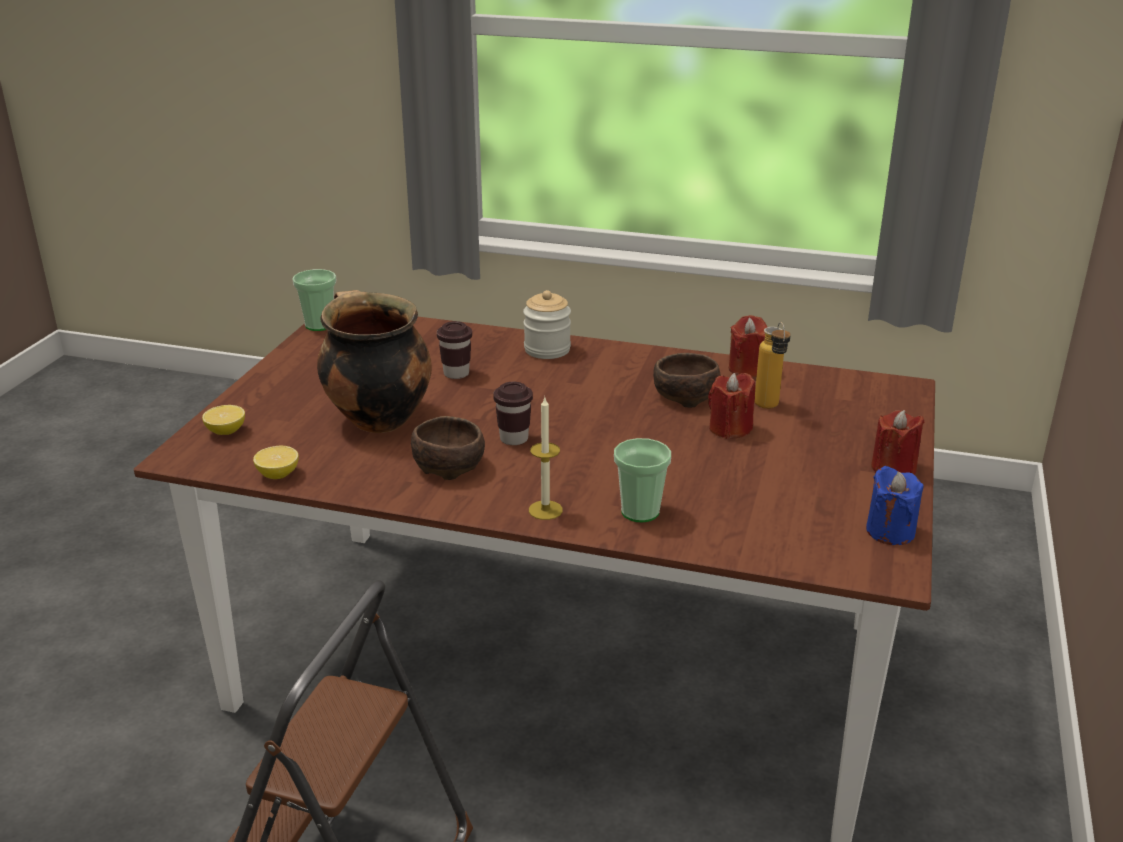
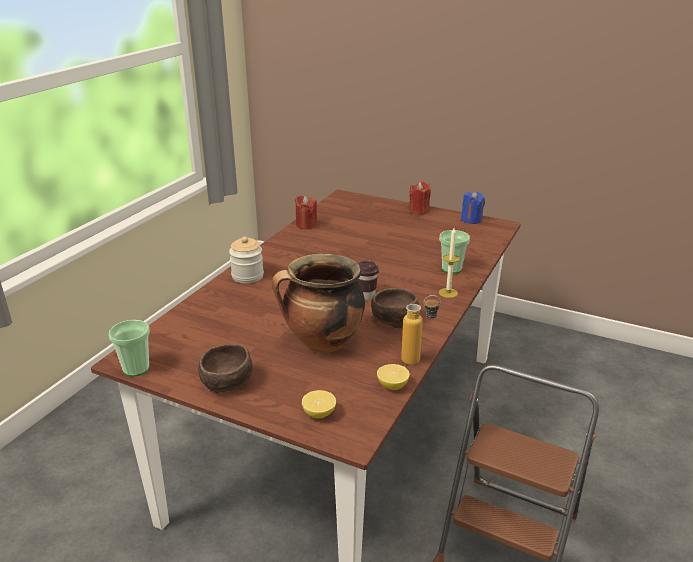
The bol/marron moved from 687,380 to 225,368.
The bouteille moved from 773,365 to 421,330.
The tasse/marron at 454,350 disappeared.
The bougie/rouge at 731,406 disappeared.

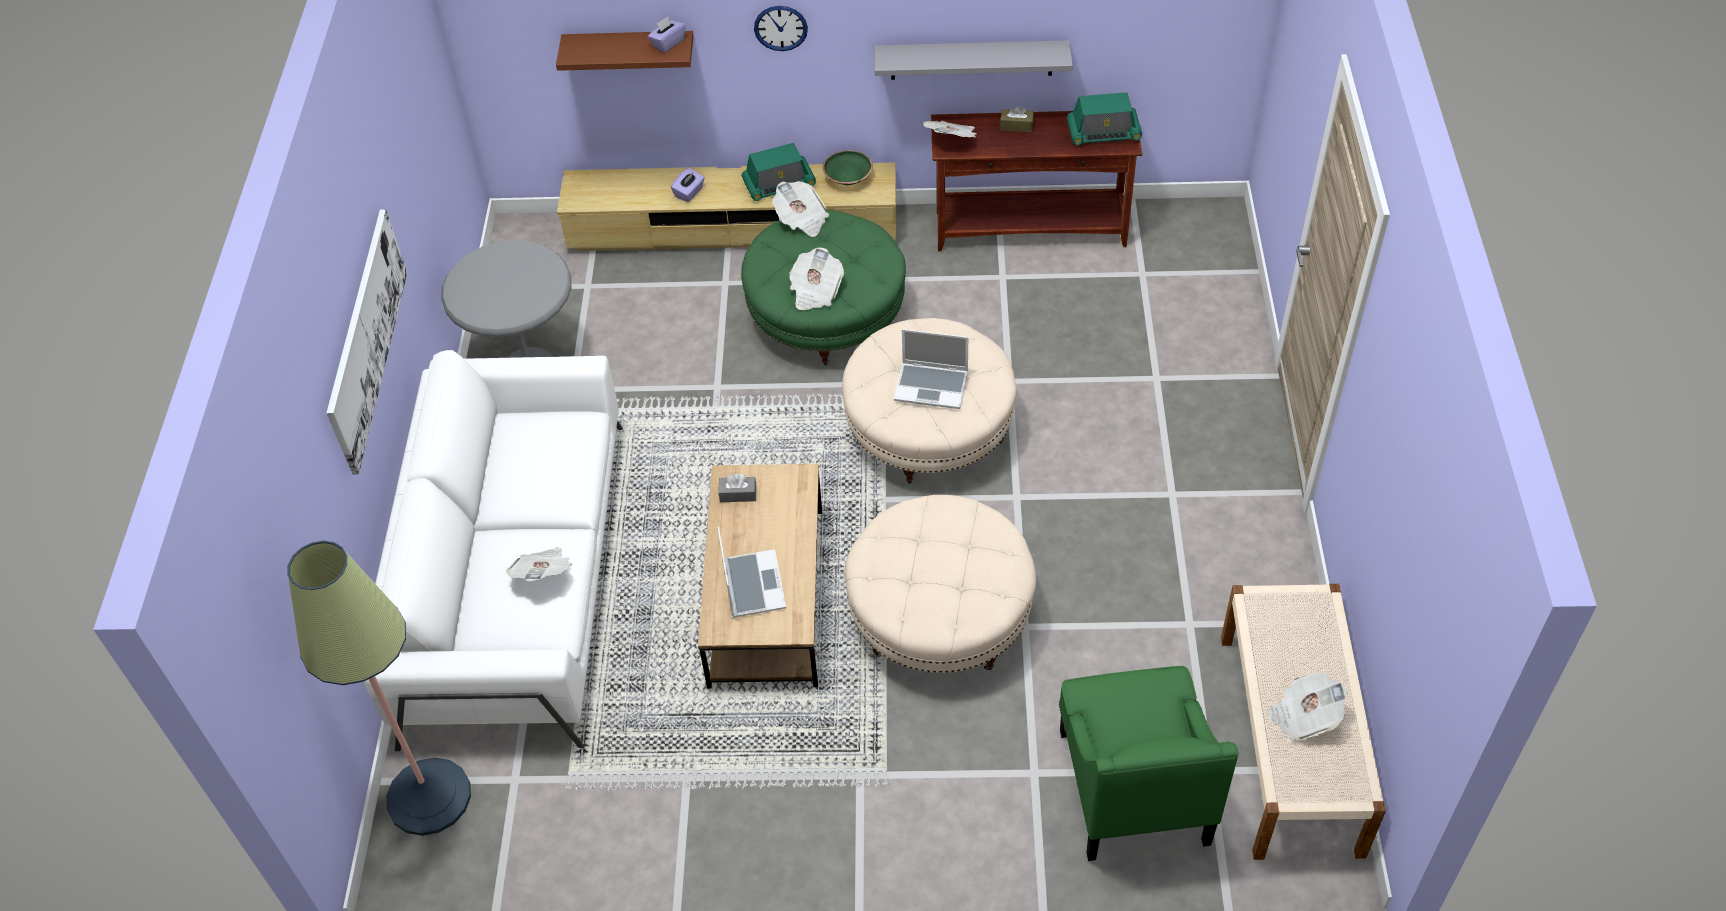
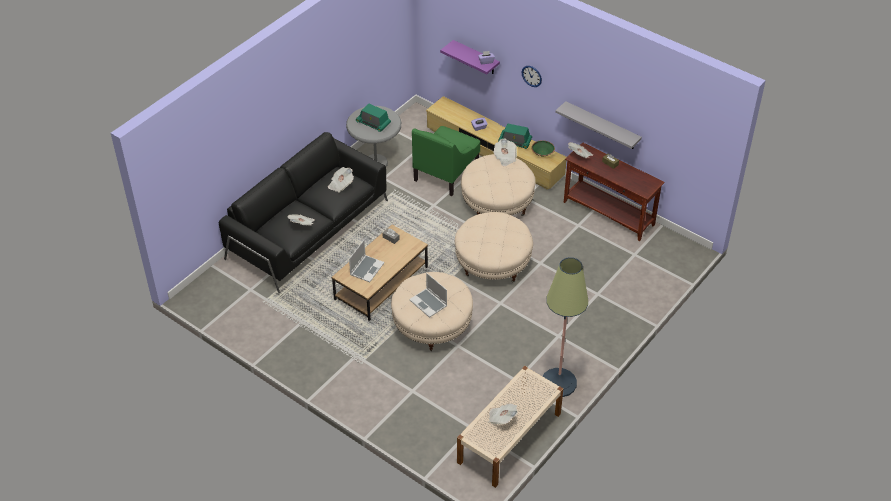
The canapé/blanc at 493,550 became the canapé/noir at 303,212.
The journal moved from 816,278 to 341,180.
The radio moved from 1104,118 to 373,118.
The ordinateur portable moved from 931,369 to 428,295.
The fauteuil/vert moved from 1149,763 to 446,161.
The étagère/marron at 625,51 became the étagère/violet at 470,57.
The pouf/vert at 823,288 became the pouf/beige at 498,185.
The lampadaire moved from 379,688 to 565,327.
The tableau at 367,342 disappeared.

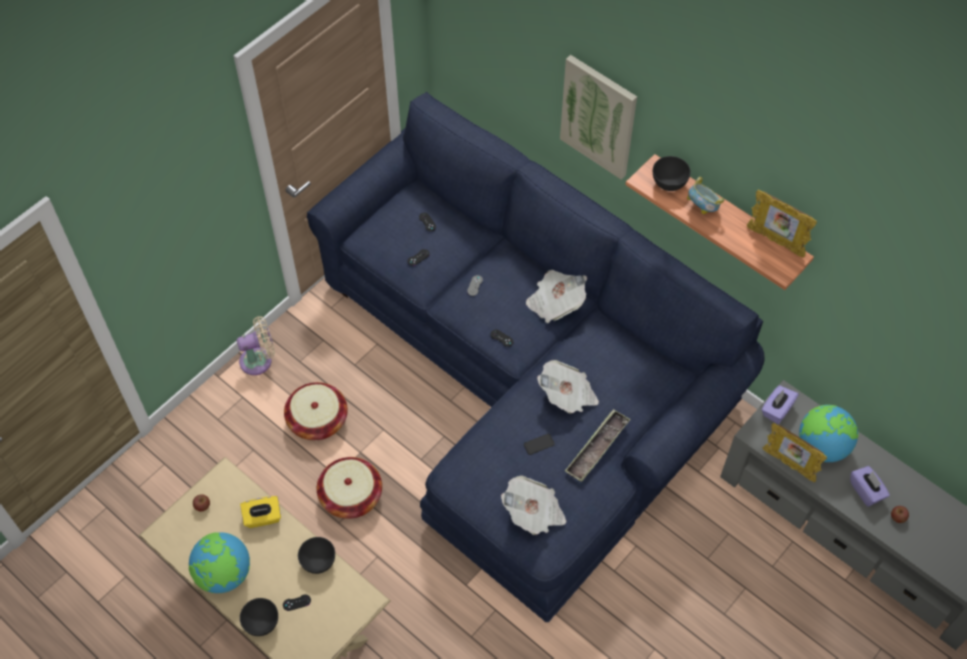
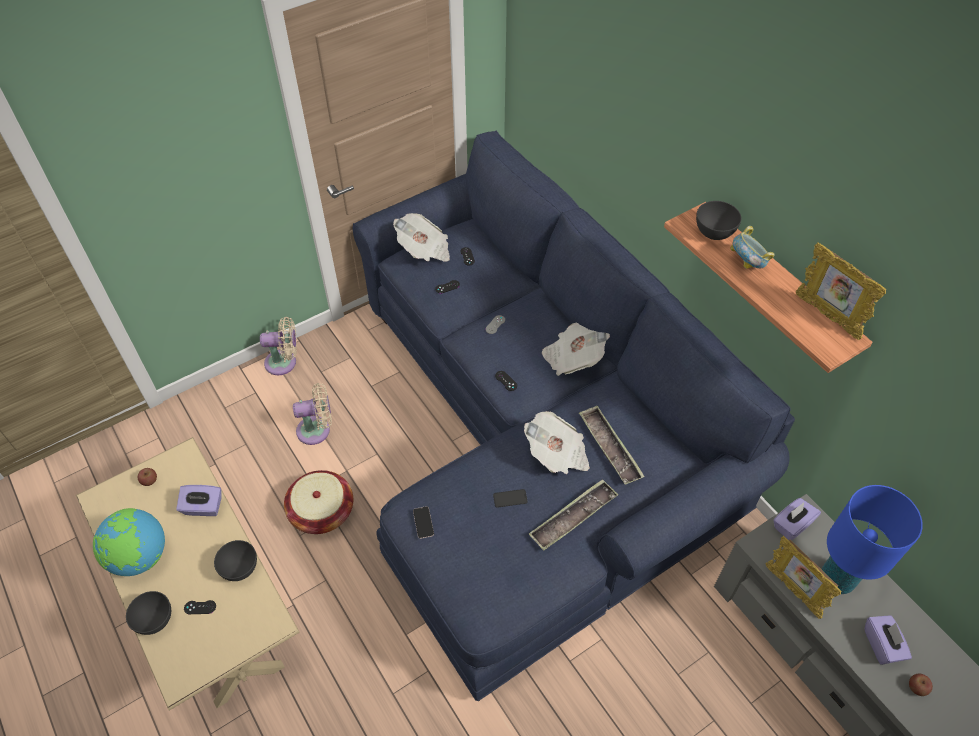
The boîte à mouchoirs/jaune at 260,512 became the boîte à mouchoirs/violet at 198,500.
The panier at 316,411 was replaced by the ventilateur/beige at 312,414.
The journal moved from 533,505 to 421,237.
The téléphone at 423,522 appeared.
The plateau at 612,445 appeared.
The globe at 828,433 was replaced by the lampe de table/bleu at 872,539.
The tableau at 598,117 disappeared.

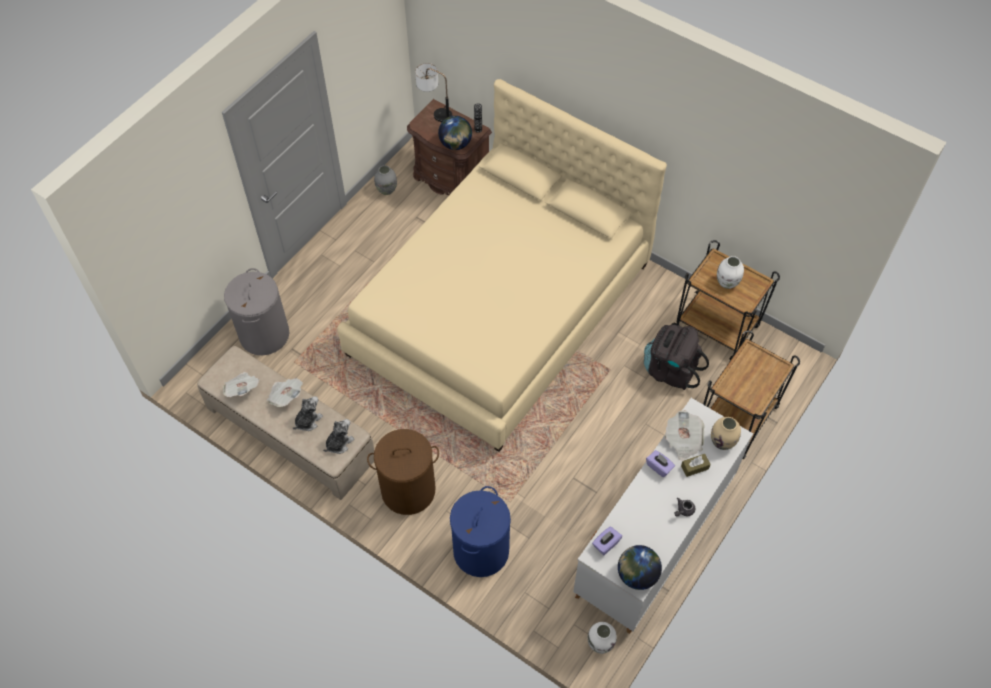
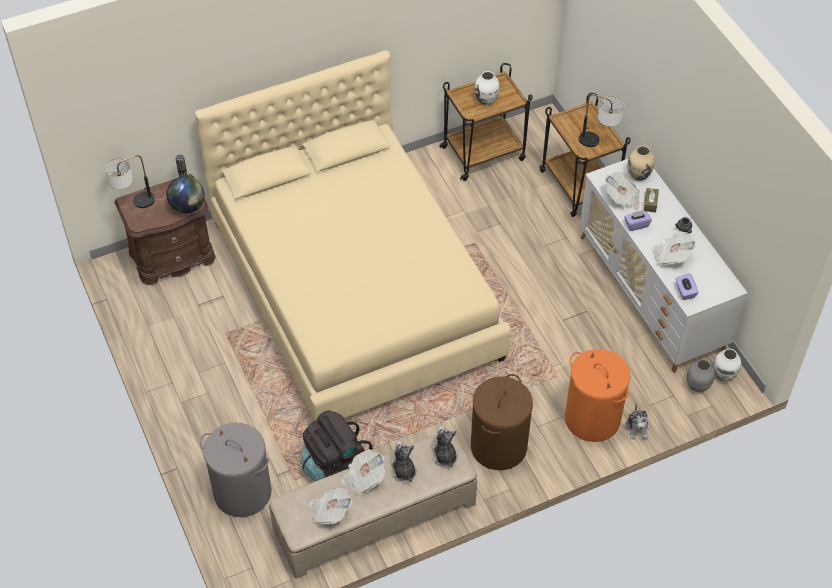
The sac à dos/noir moved from 676,357 to 337,446.
The panier à linge/bleu at 480,531 became the panier à linge/orange at 597,395.
The lampe de table at 601,120 appeared.
The peluche at 637,421 appeared.
The journal at 674,249 appeared.
The vase/gris moved from 385,180 to 701,375.
The globe at 640,567 disappeared.

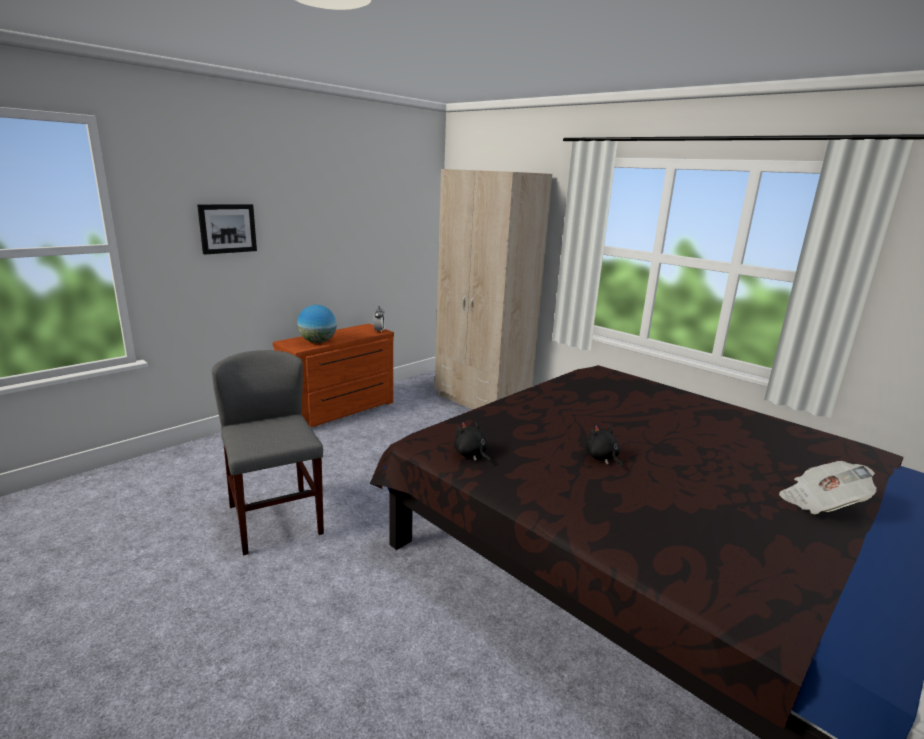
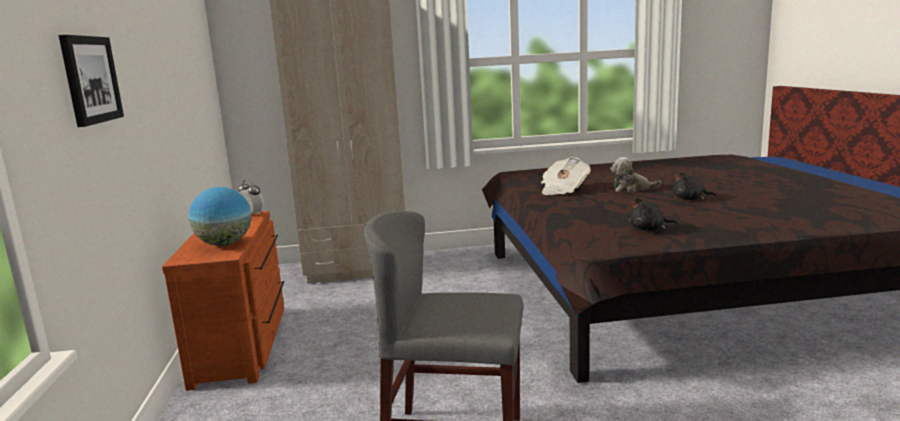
The journal moved from 828,487 to 566,176.
The peluche at 635,174 appeared.

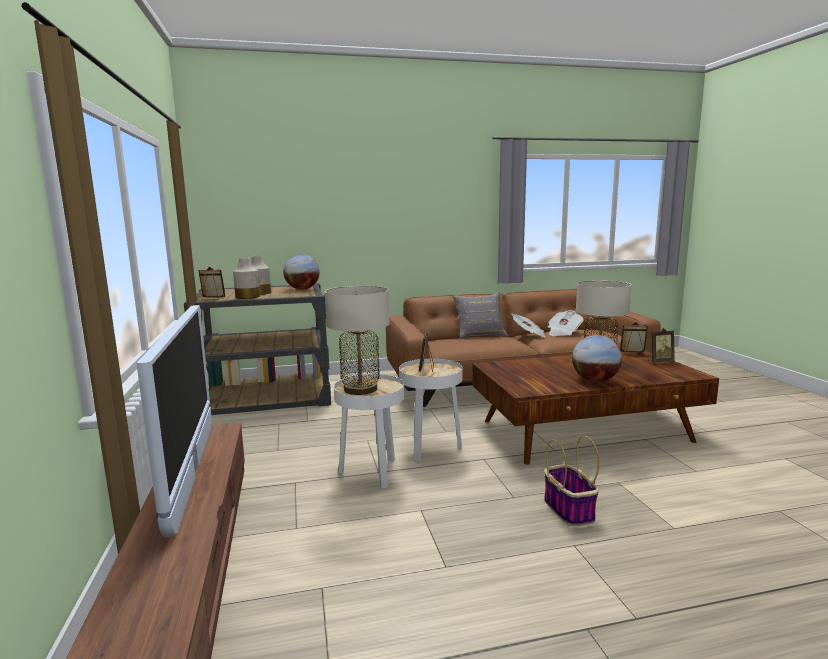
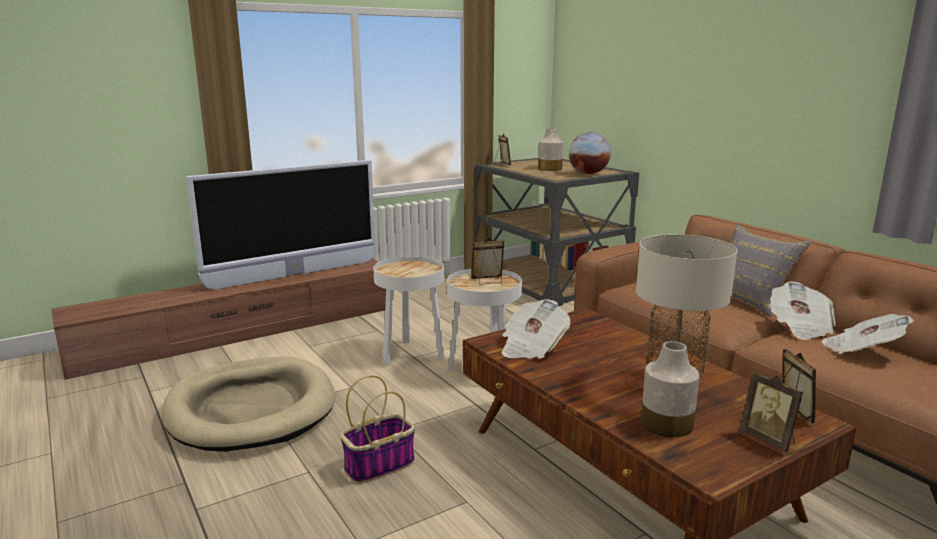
The panier pour chien/beige at 248,404 appeared.
The journal at 536,329 appeared.
The vase/beige moved from 246,278 to 670,389.
The lampe de table at 357,340 disappeared.
The globe at 597,358 disappeared.

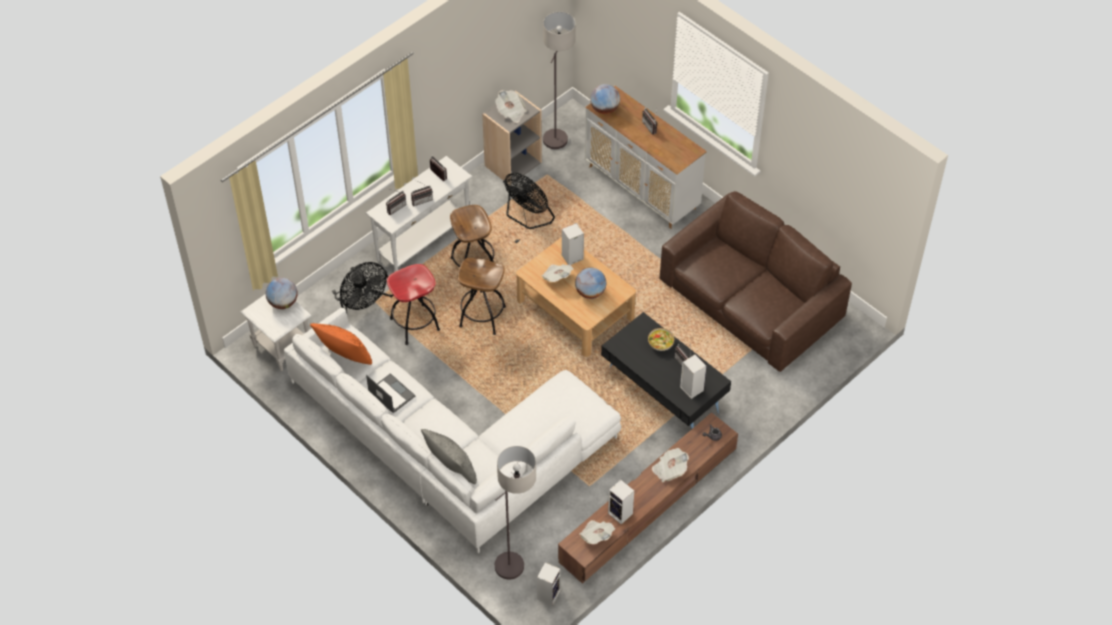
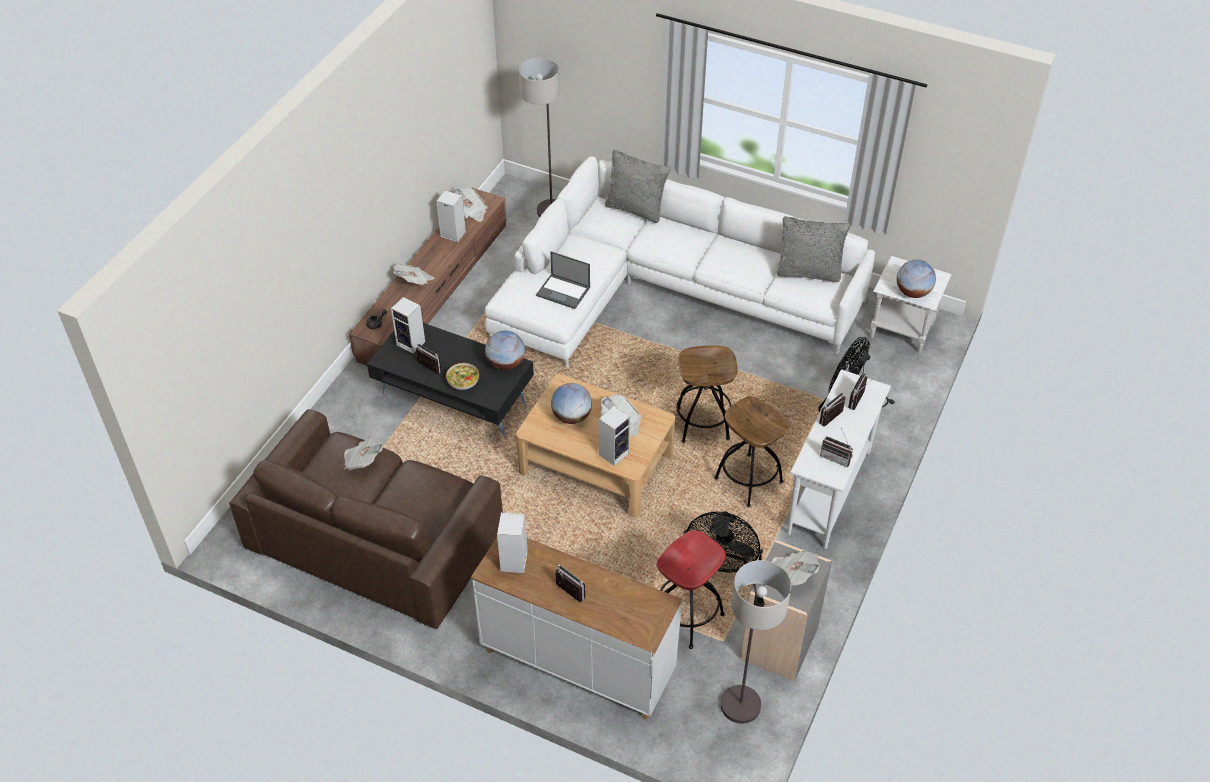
The journal at 363,453 appeared.
The globe moved from 605,99 to 505,350.
The enceinte moved from 549,584 to 512,543.
The ordinateur portable moved from 390,393 to 563,280.
The tabouret/rouge moved from 413,304 to 691,589.
The coussin/orange at 341,344 became the coussin/gris at 814,249.

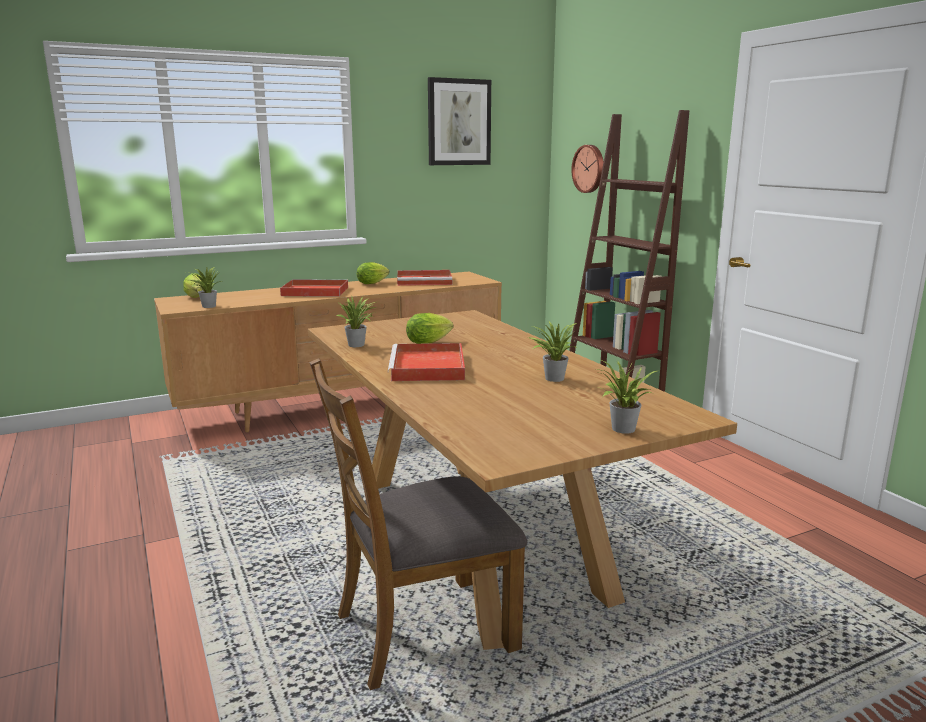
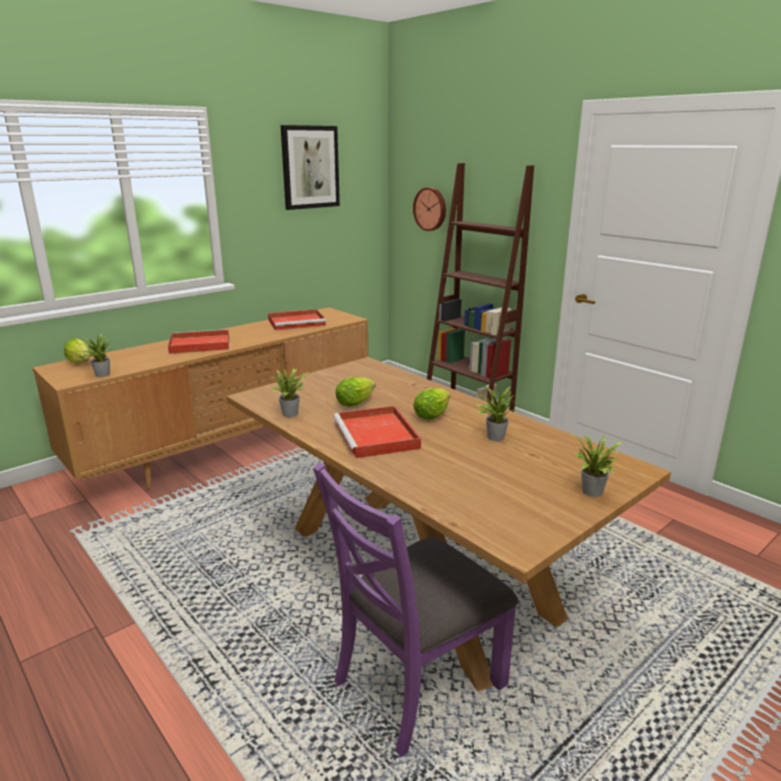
The chaise/marron at 418,524 became the chaise/violet at 415,609.
The laitue moved from 373,273 to 431,404.

